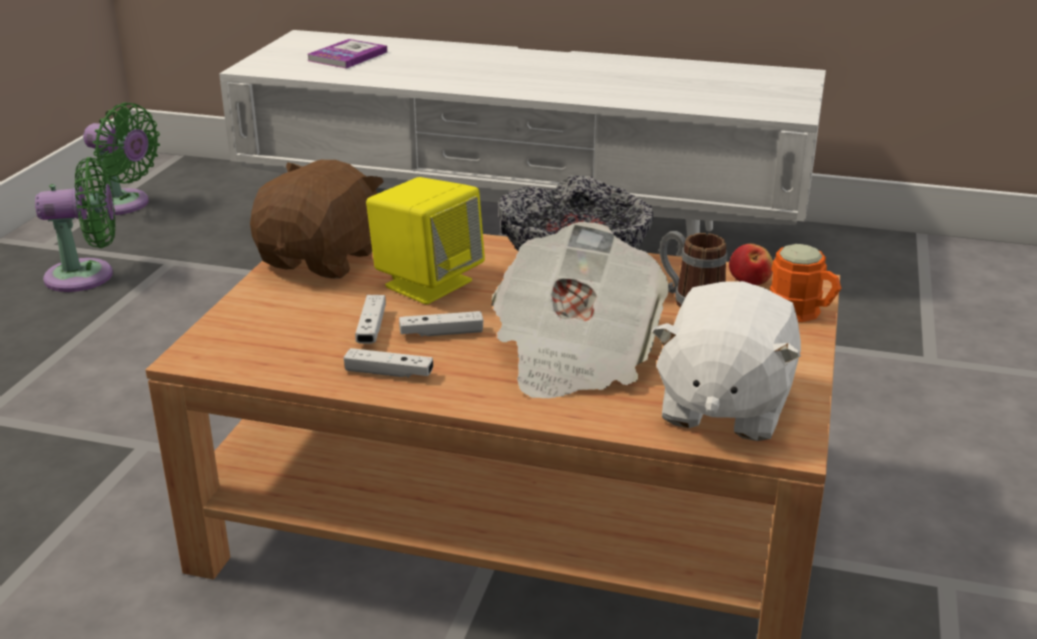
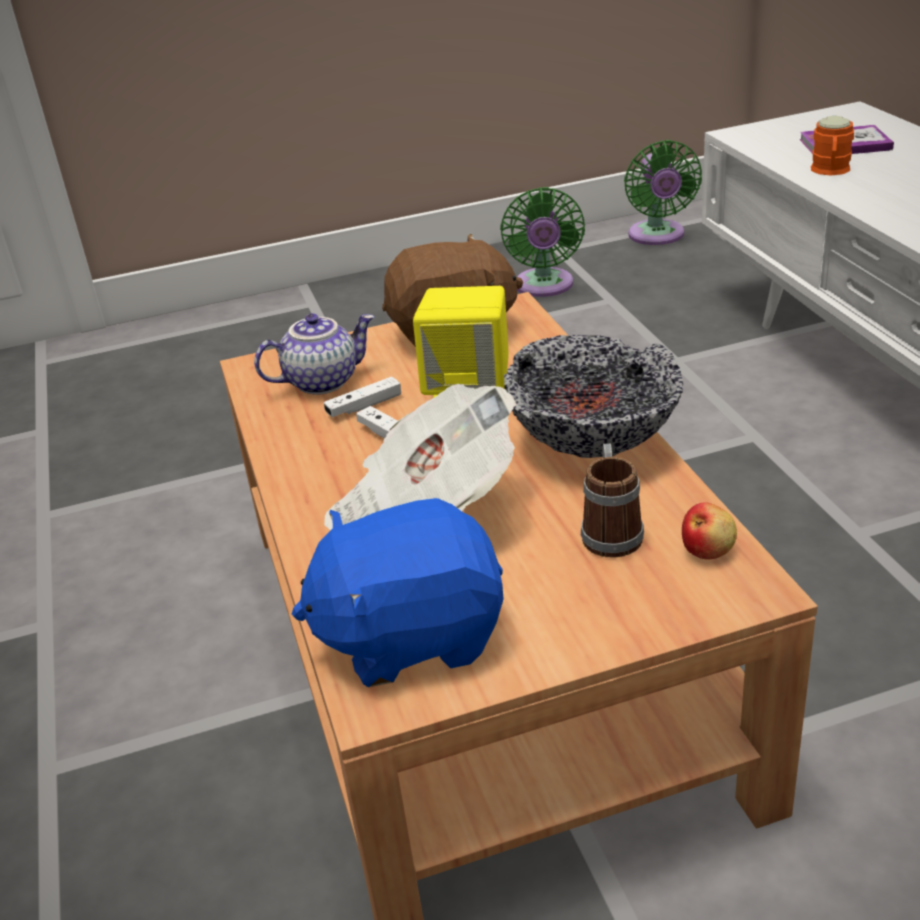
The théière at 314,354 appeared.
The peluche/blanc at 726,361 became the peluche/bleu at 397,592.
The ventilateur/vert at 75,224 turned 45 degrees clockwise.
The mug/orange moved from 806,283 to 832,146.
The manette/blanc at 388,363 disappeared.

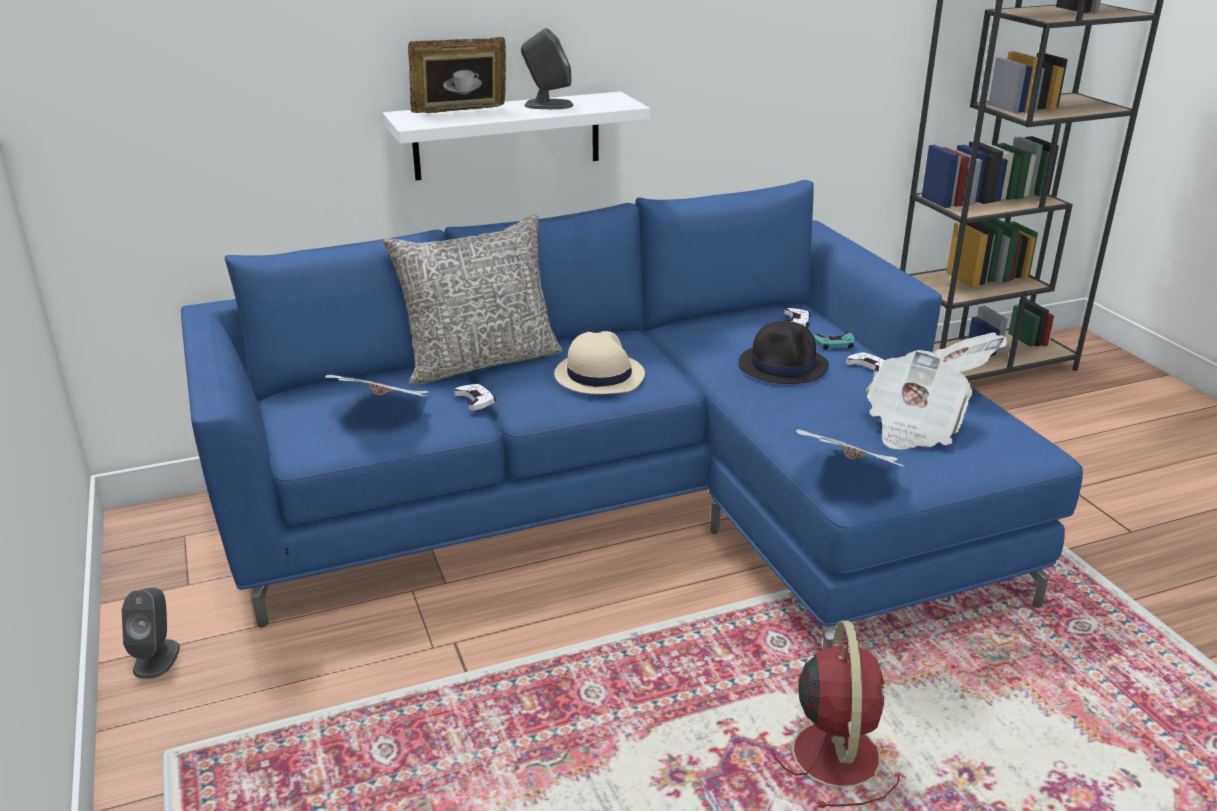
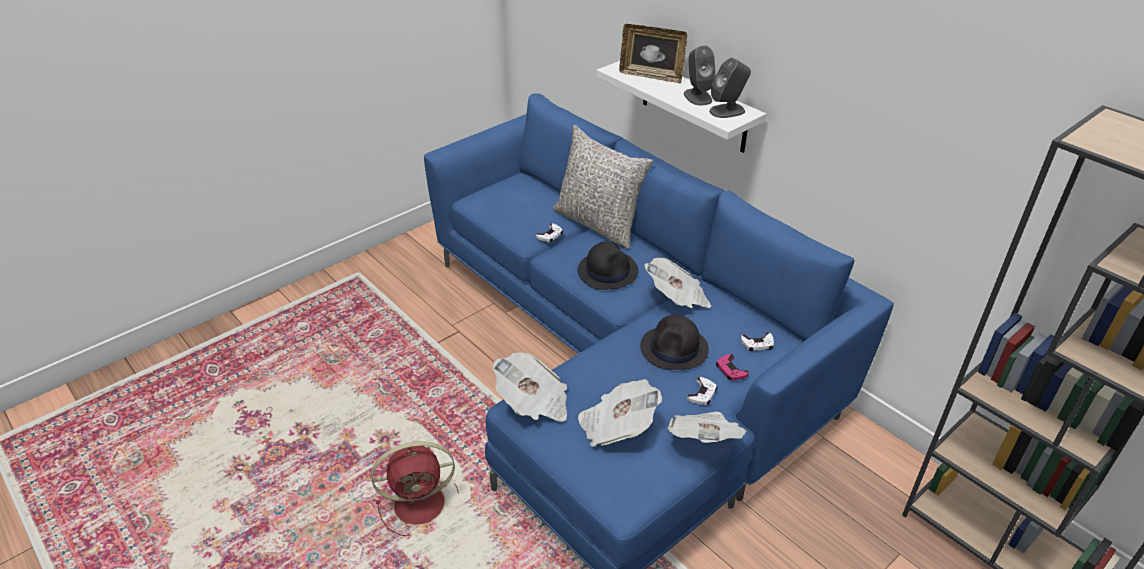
The chapeau/beige at 599,362 became the chapeau/noir at 608,265.
The cadre photo at 457,75 turned 150 degrees clockwise.
The journal moved from 377,385 to 678,283.
The enceinte/gris moved from 151,633 to 730,88.
The manette/turquoise at 833,341 became the manette/rose at 732,367.

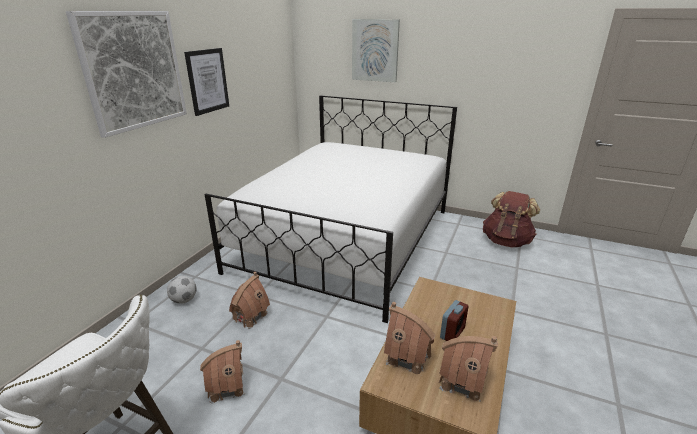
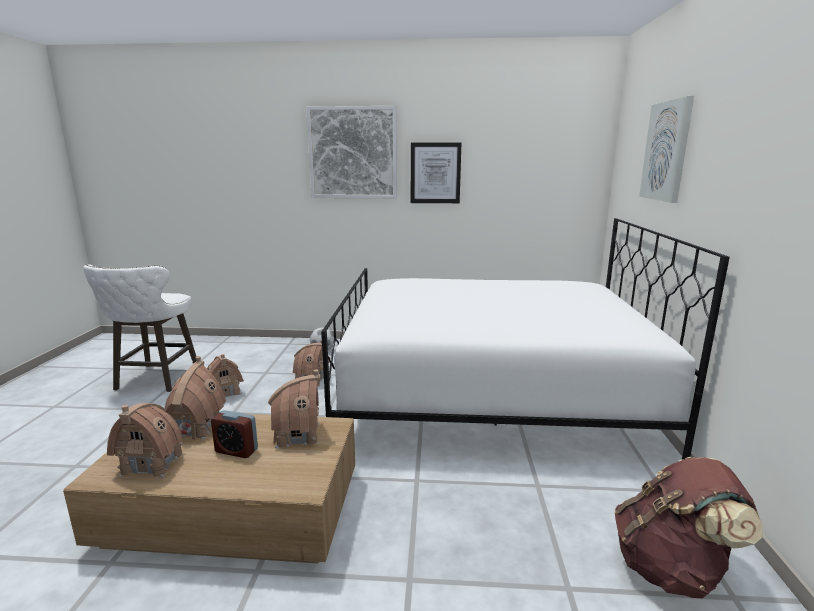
The maison miniature at 294,409 appeared.

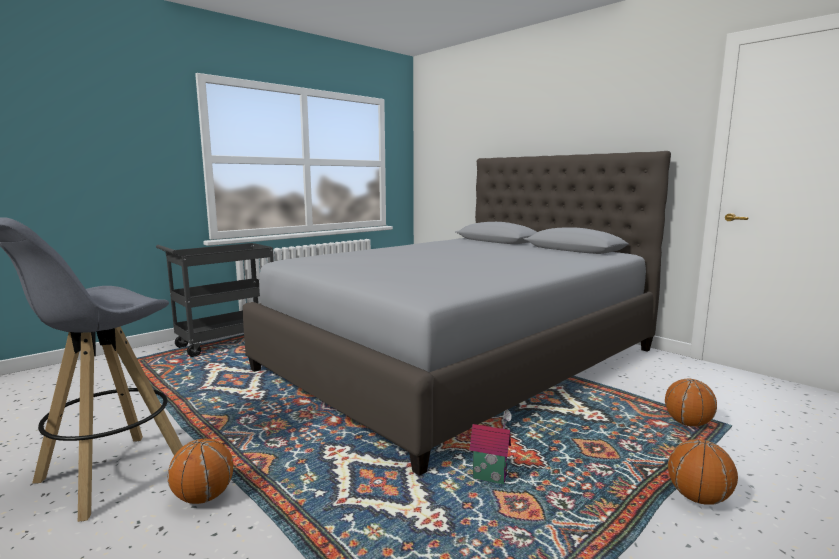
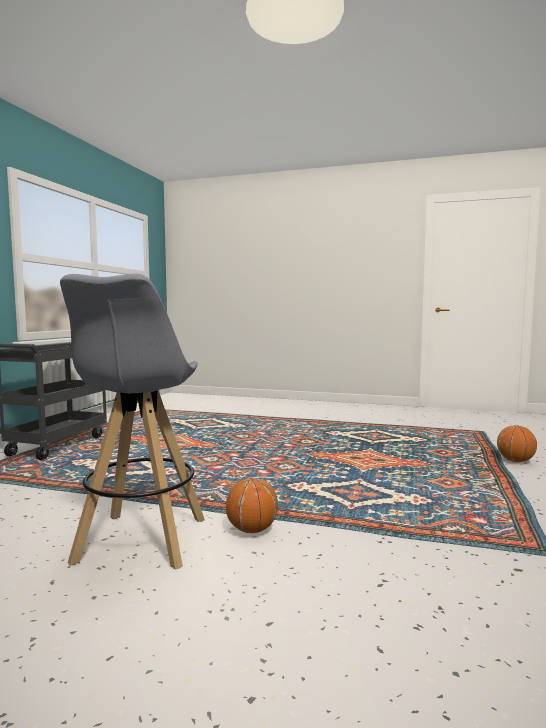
The lit/gris at 457,313 disappeared.
The maison miniature at 491,447 disappeared.
The ballon de basket at 691,403 disappeared.

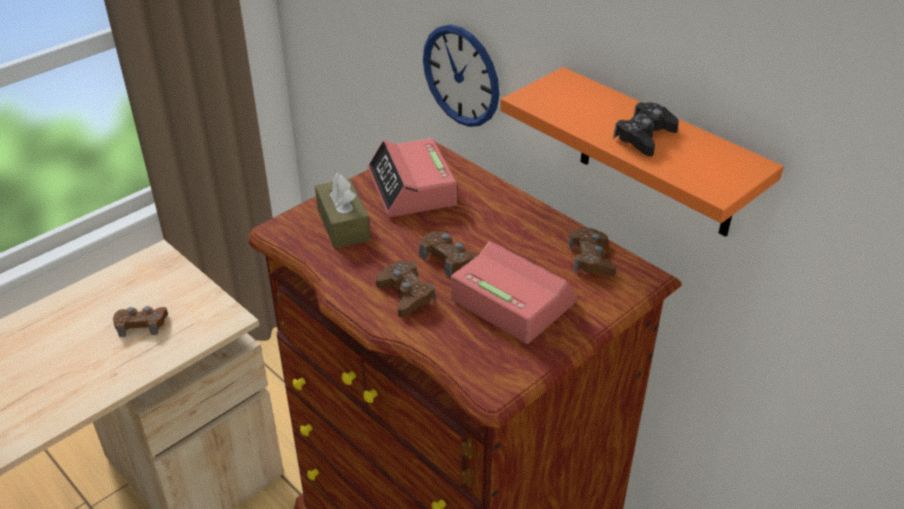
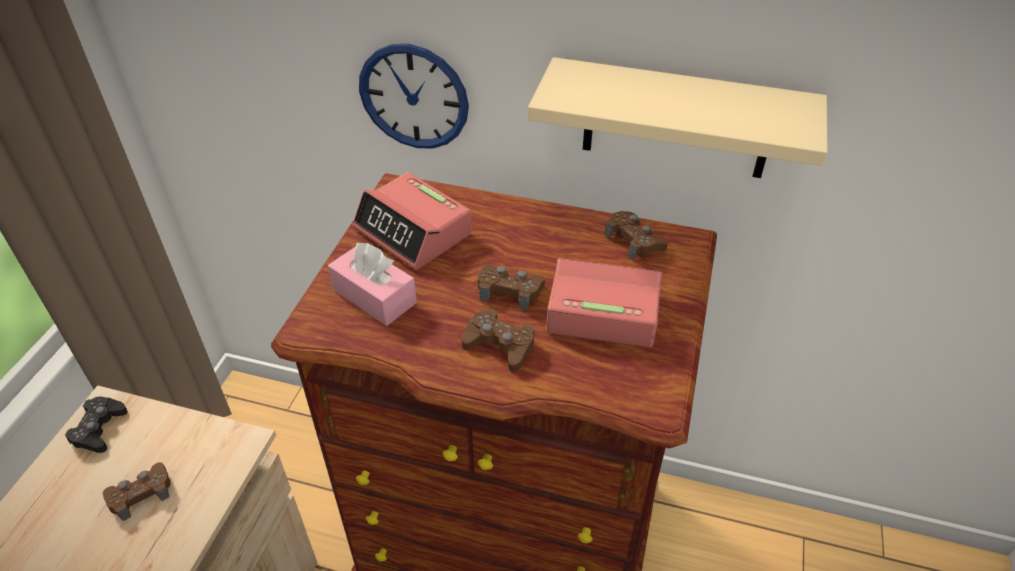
The manette/noir moved from 646,129 to 96,424.
The boîte à mouchoirs/marron at 342,210 became the boîte à mouchoirs/rose at 372,284.
The étagère/orange at 642,152 became the étagère/beige at 677,117.

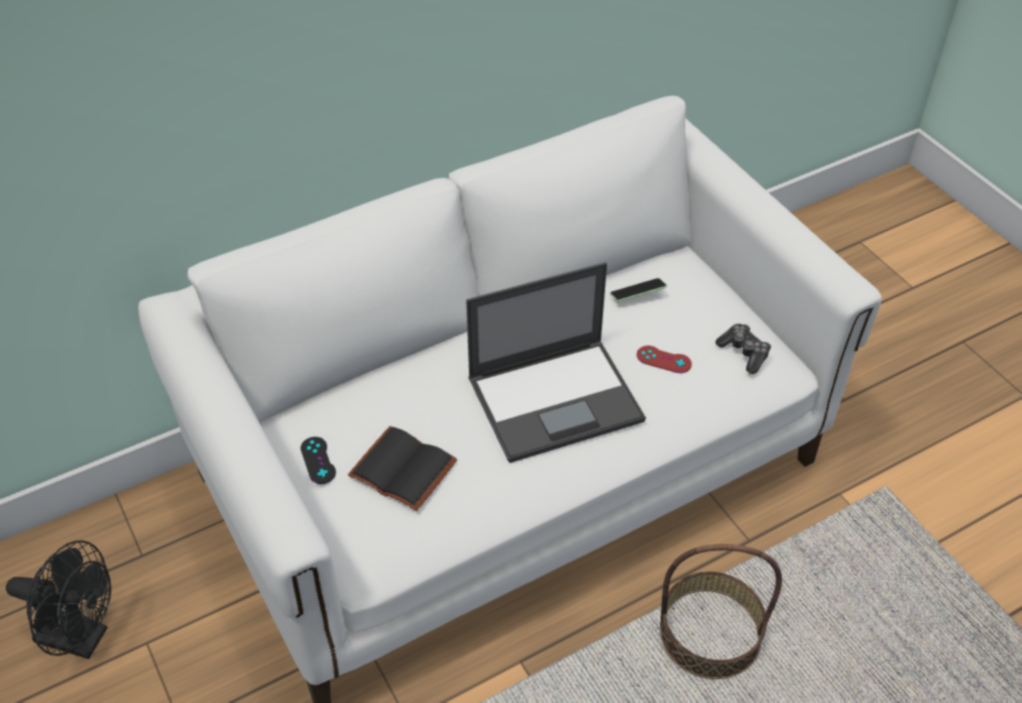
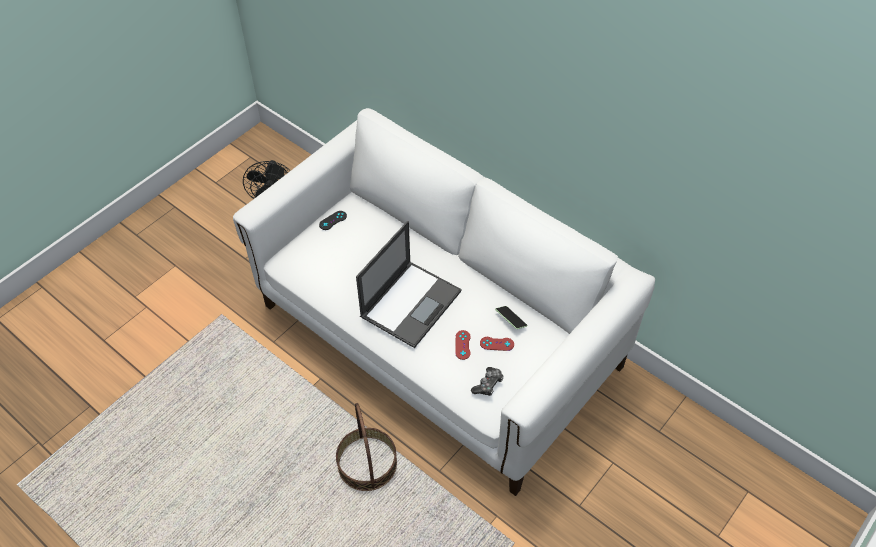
The ordinateur portable at 556,362 turned 105 degrees counterclockwise.
The manette/rouge at 497,344 appeared.
The livre/noir at 402,468 disappeared.

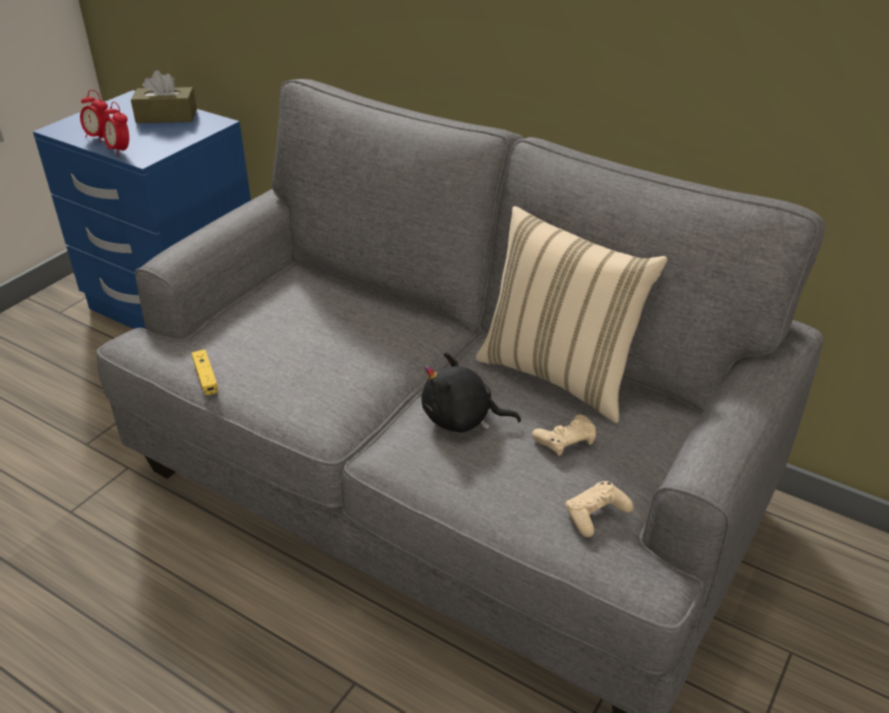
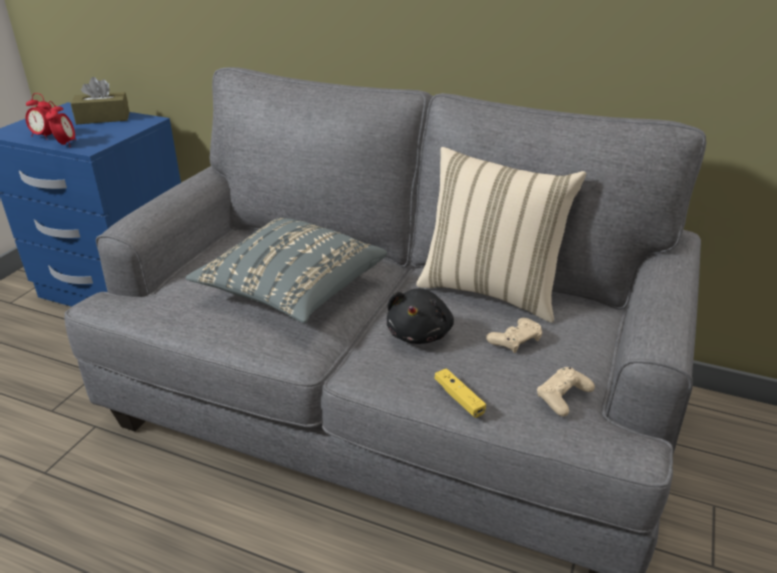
The réveil at 116,129 turned 135 degrees counterclockwise.
The coussin/gris at 286,270 appeared.
The peluche/noir at 471,392 turned 75 degrees counterclockwise.
The manette/jaune moved from 205,372 to 460,393.

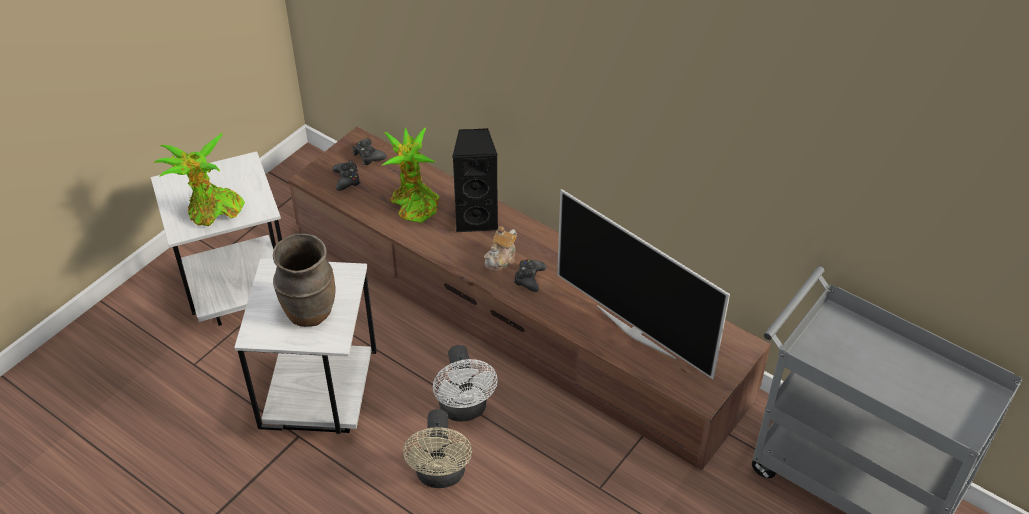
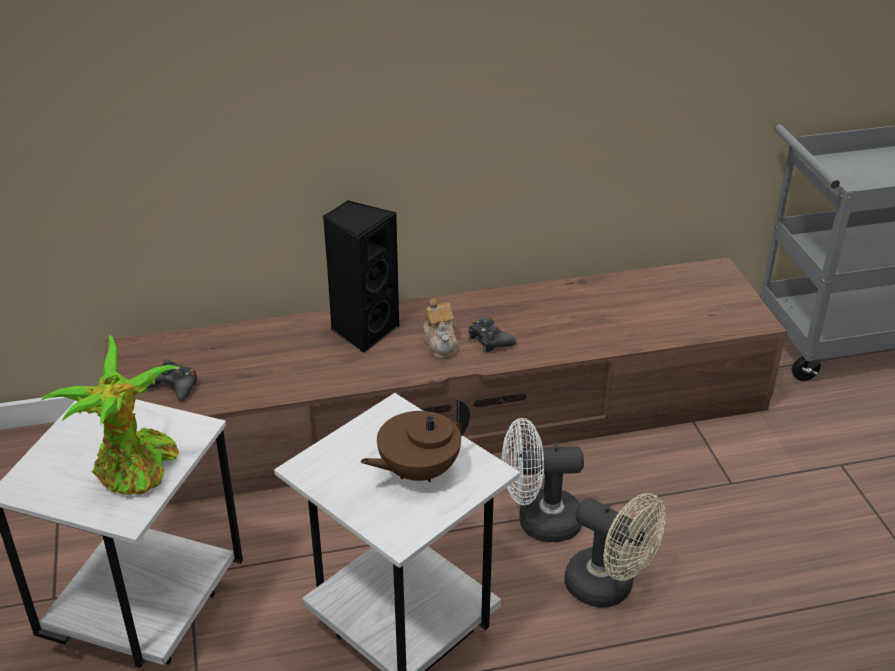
The vase/marron at 304,280 was replaced by the théière/marron at 415,440.
The ventilateur/blanc at 465,383 turned 150 degrees clockwise.
The manette/noir at 370,151 disappeared.
The plante en pot at 410,175 disappeared.
The téléviseur at 643,284 disappeared.

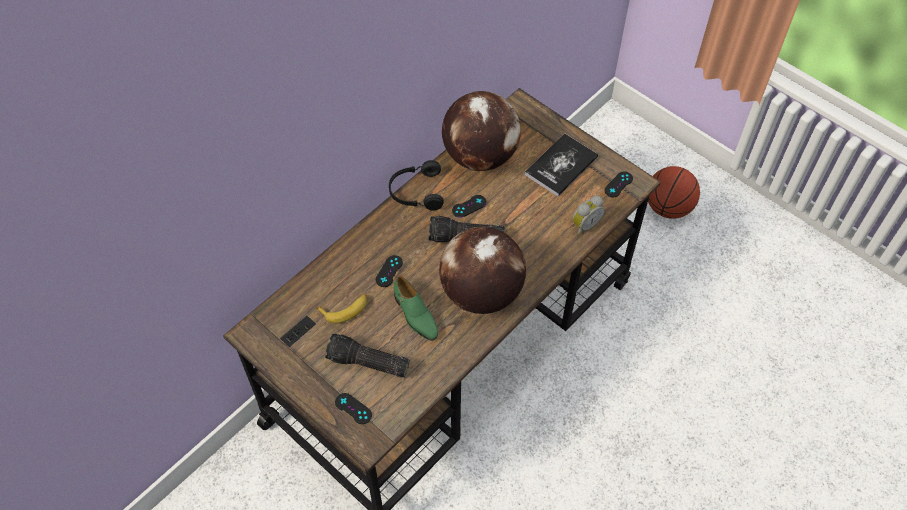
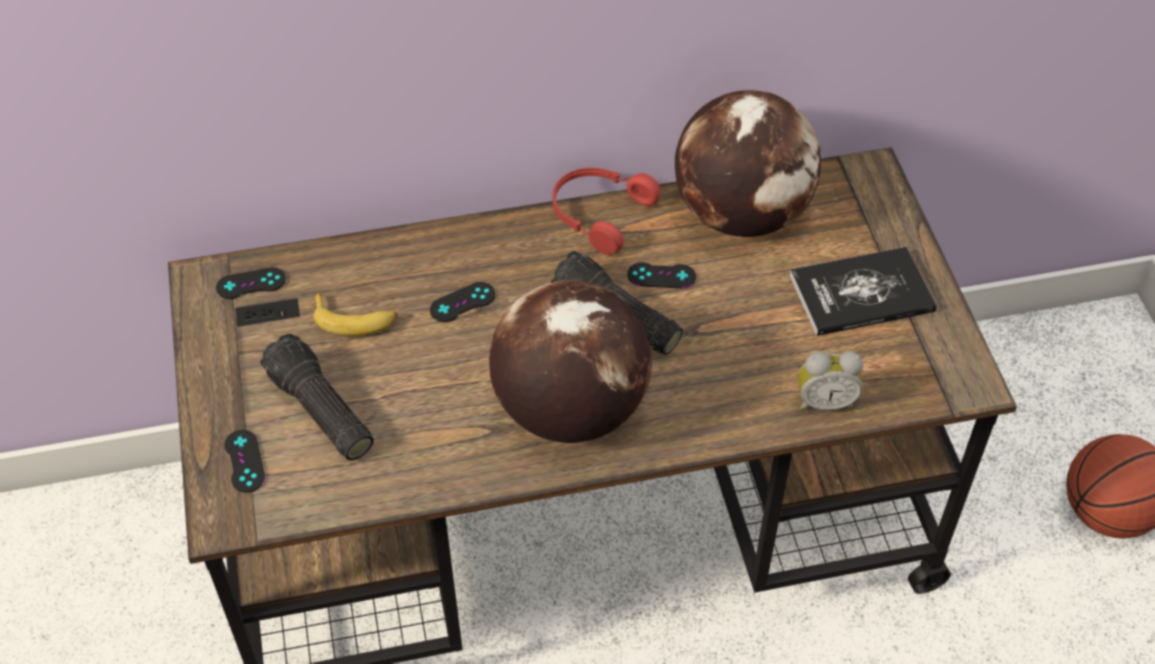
The manette/noir moved from 619,184 to 251,283.
The casque audio/noir at 416,185 became the casque audio/rouge at 606,211.
The chaussure/vert at 416,308 disappeared.

